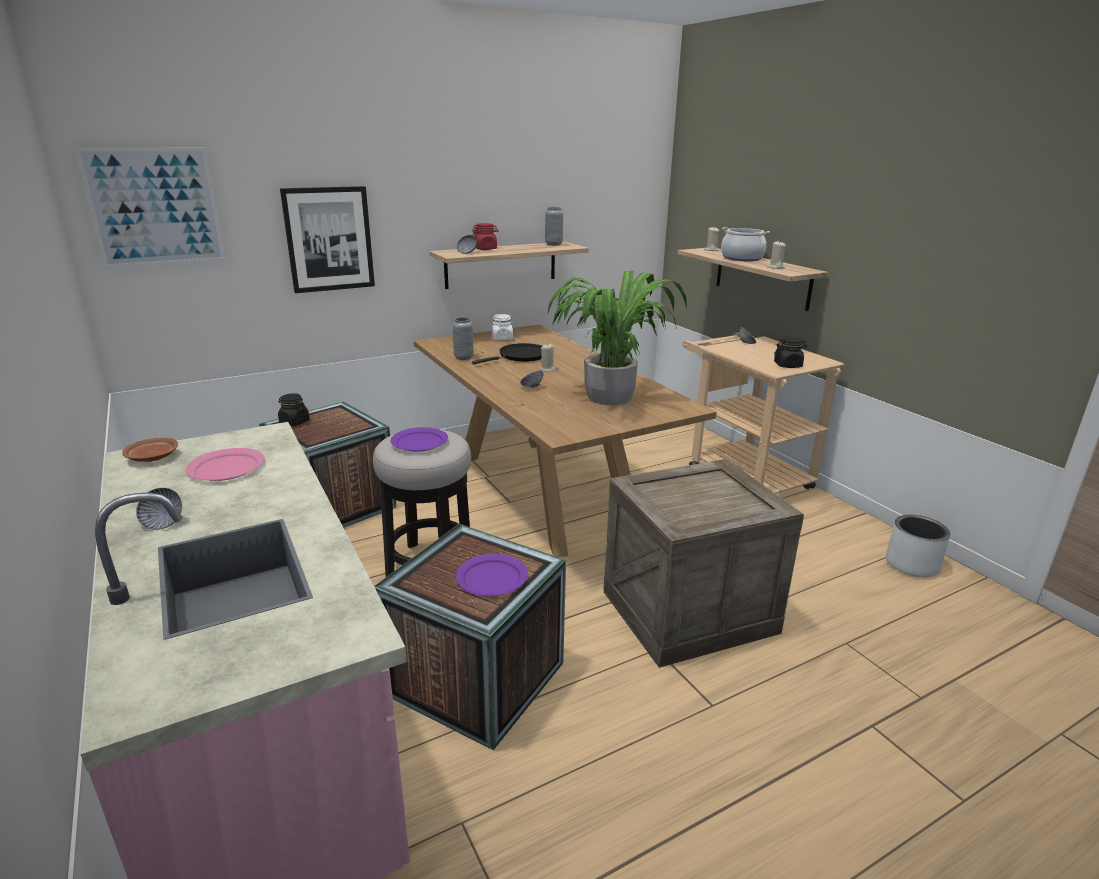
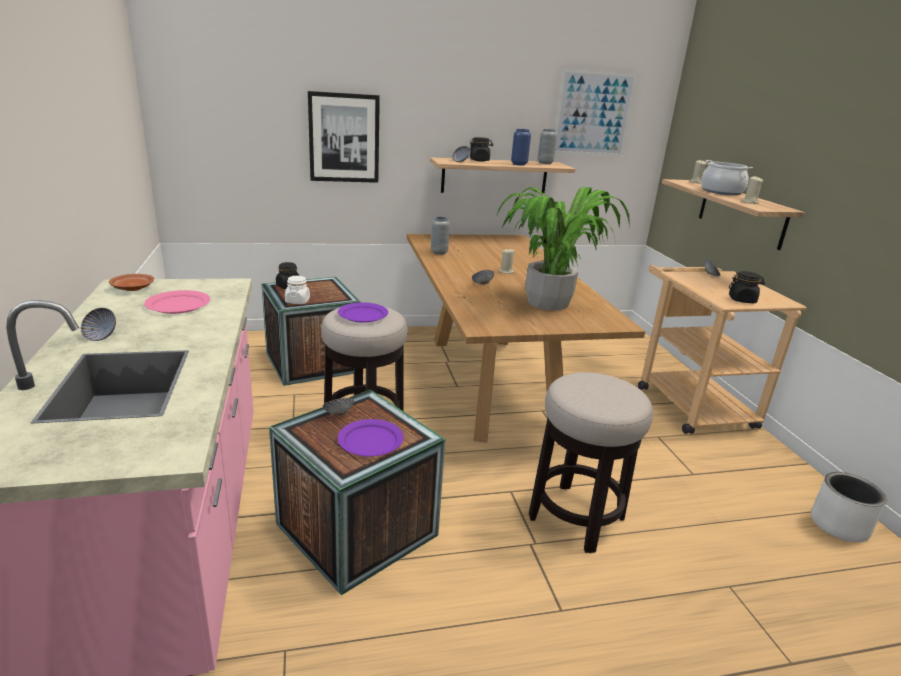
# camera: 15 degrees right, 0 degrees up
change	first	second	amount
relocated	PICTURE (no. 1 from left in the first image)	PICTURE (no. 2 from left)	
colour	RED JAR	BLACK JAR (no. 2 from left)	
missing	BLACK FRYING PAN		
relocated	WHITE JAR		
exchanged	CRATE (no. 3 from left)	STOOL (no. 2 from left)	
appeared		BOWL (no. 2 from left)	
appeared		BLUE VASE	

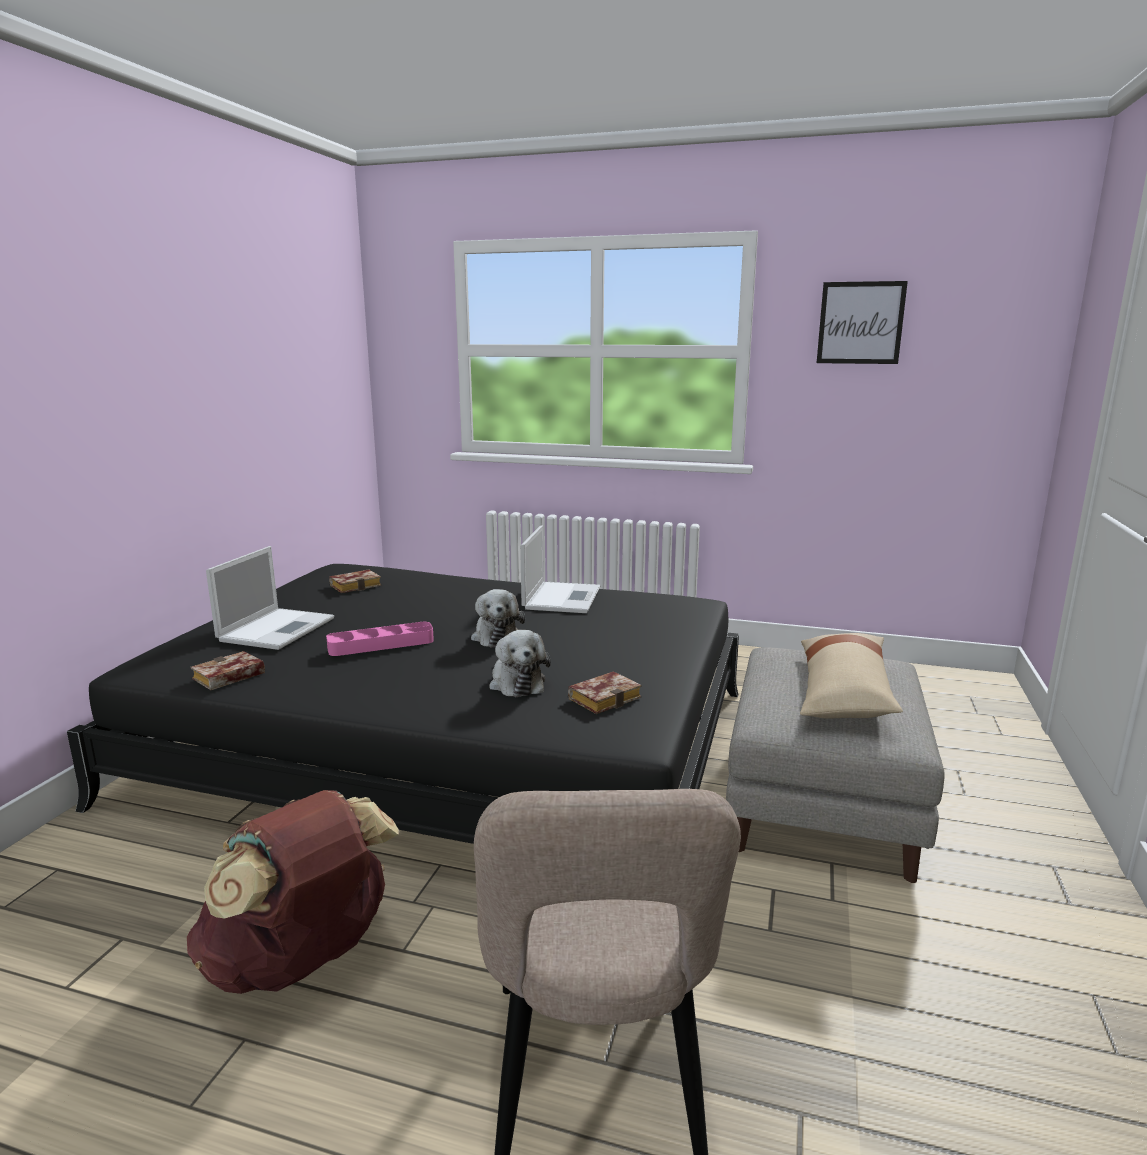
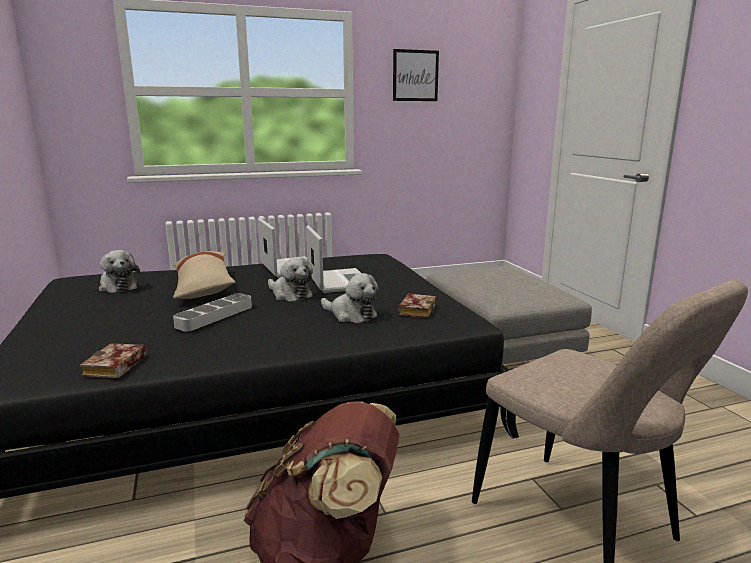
# camera: 35 degrees left, 0 degrees up
change	first	second	amount
relocated	LAPTOP (no. 1 from left in the first image)	LAPTOP (no. 2 from left)	
colour	PINK TRAY	GREY TRAY	
exchanged	BOOK (no. 2 from left)	PLUSH TOY (no. 1 from left)	
relocated	BEIGE PILLOW		

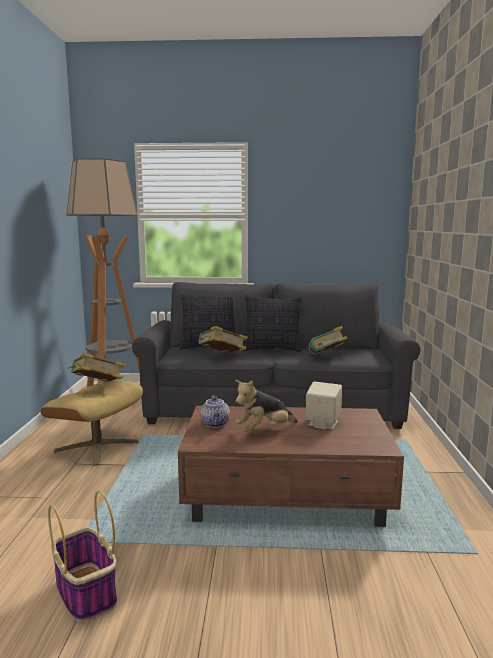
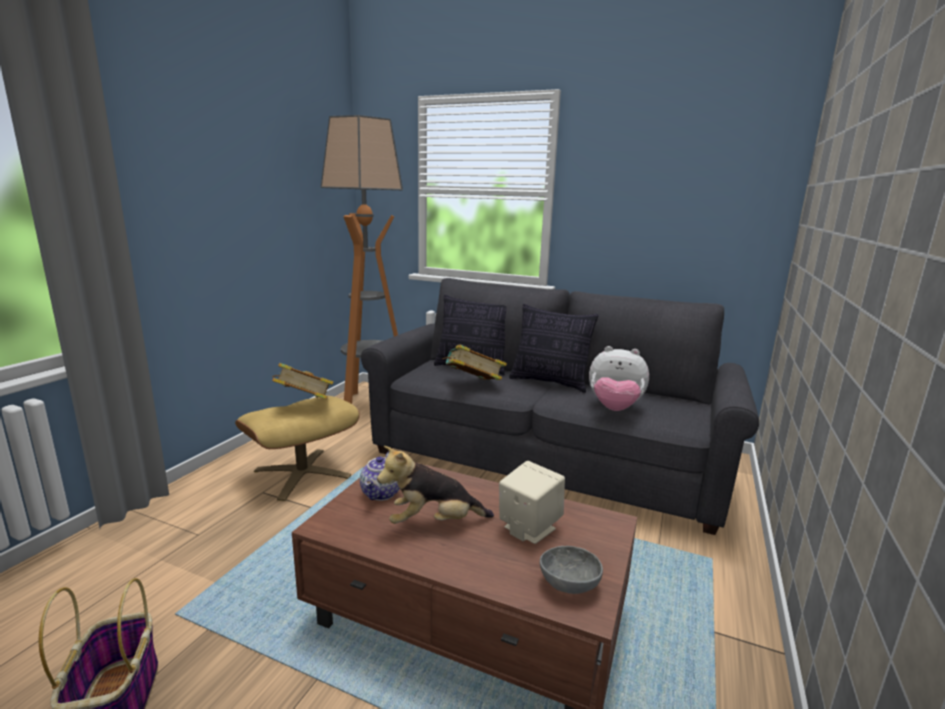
# camera: 20 degrees right, 5 degrees up
change	first	second	amount
exchanged	BOOK (no. 3 from left)	PLUSH TOY (no. 2 from left)	
appeared		GREY BOWL	

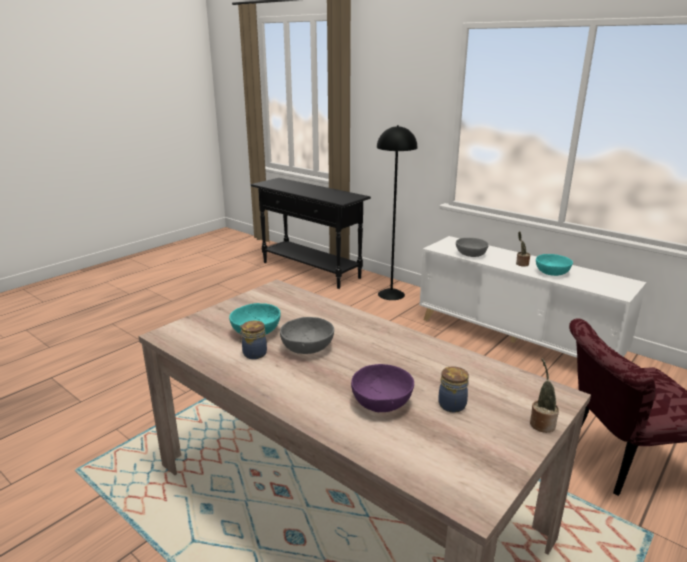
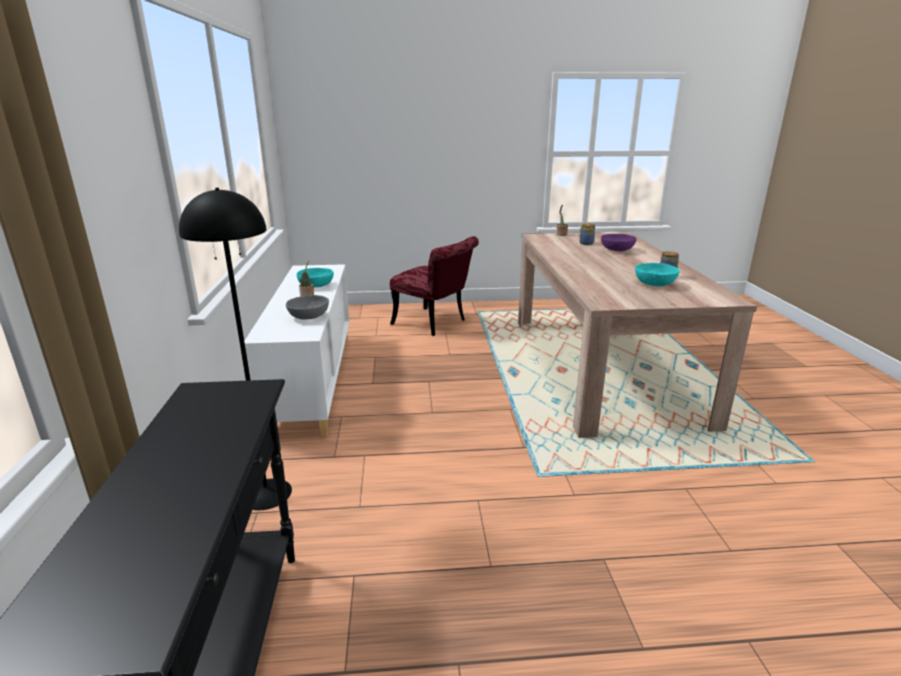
# camera: 135 degrees left, 0 degrees up
change	first	second	amount
missing	GREY BOWL (no. 1 from left)		

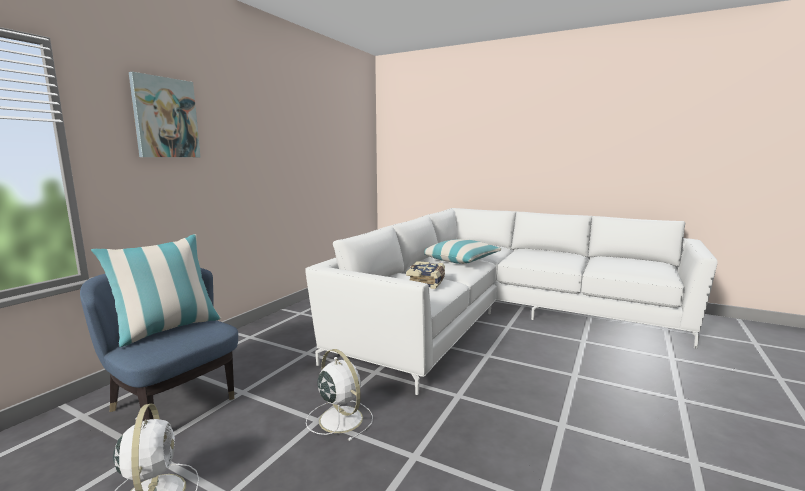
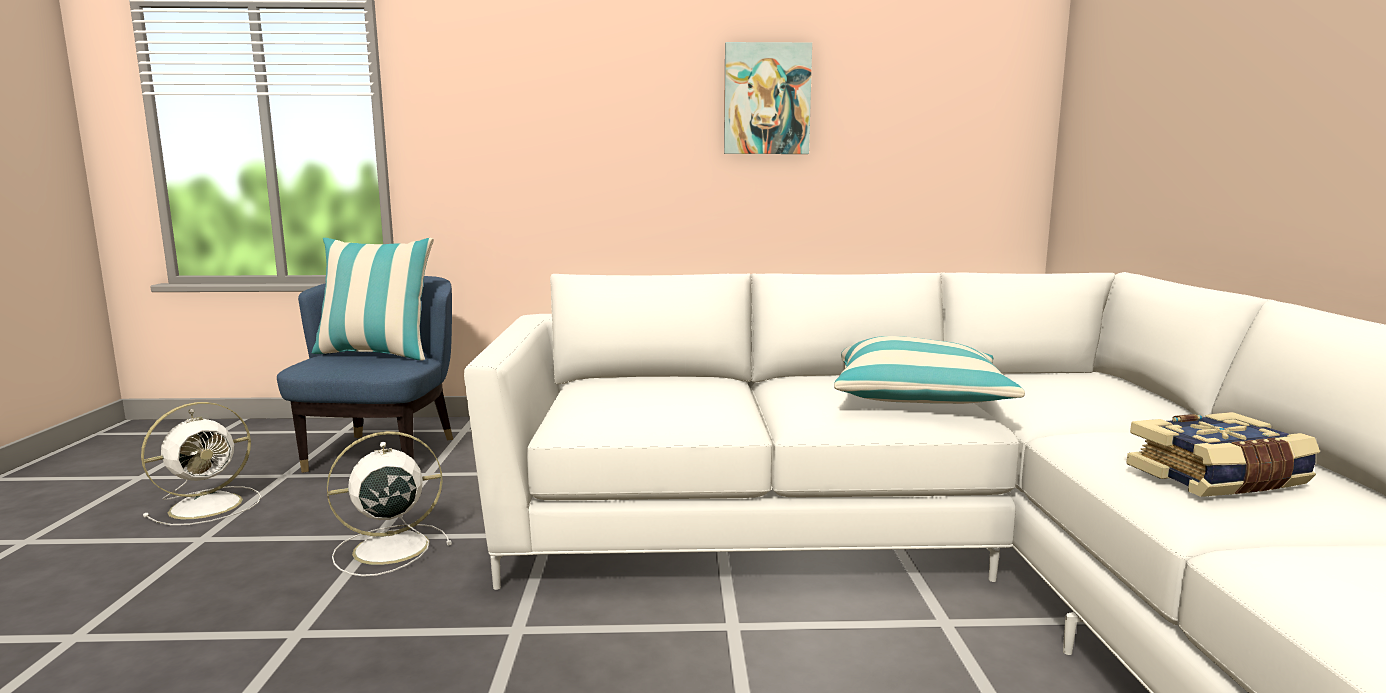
# camera: 60 degrees right, 0 degrees up
change	first	second	amount
relocated	PICTURE		
spun	WHITE FAN (no. 2 from left)		135 degrees counterclockwise
relocated	BOOK		

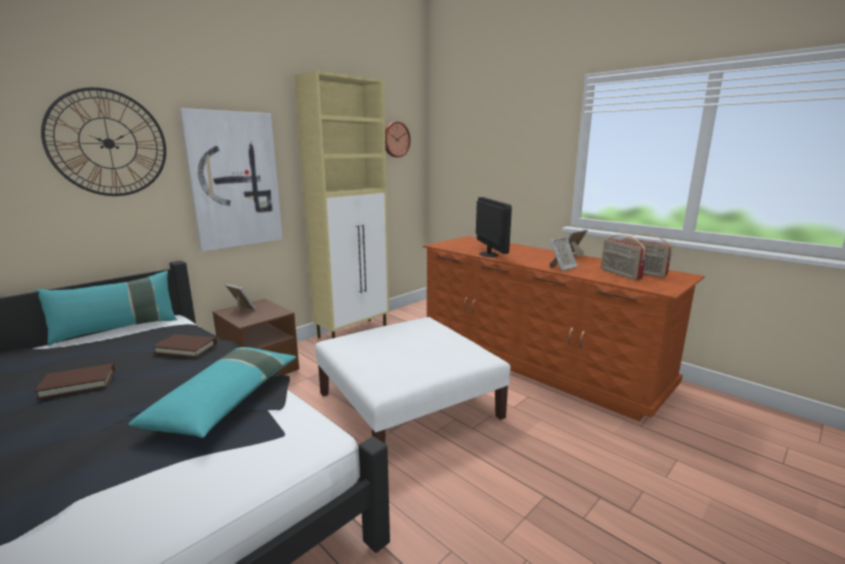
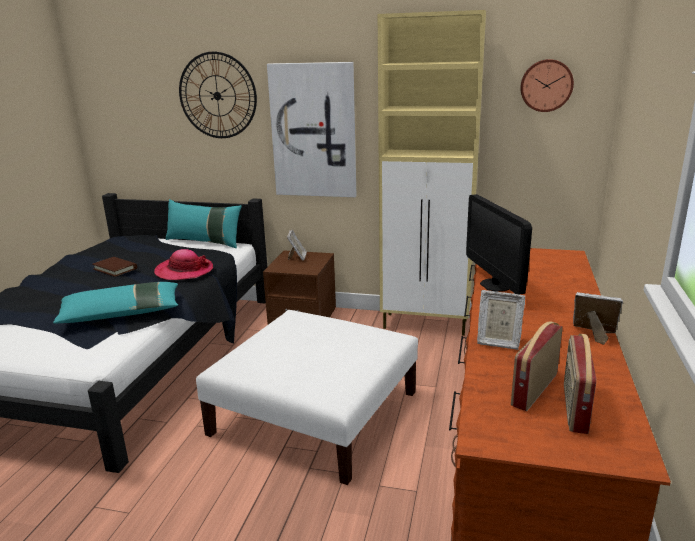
# camera: 60 degrees right, 5 degrees up
change	first	second	amount
exchanged	BROWN BOOK (no. 2 from left)	HAT	
spun	MONITOR		120 degrees clockwise

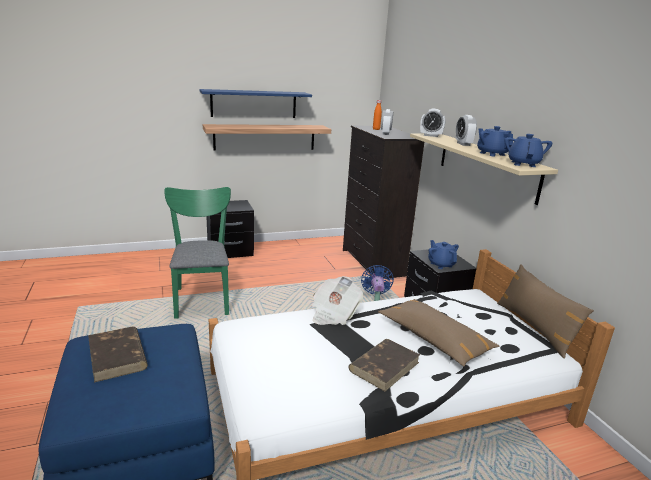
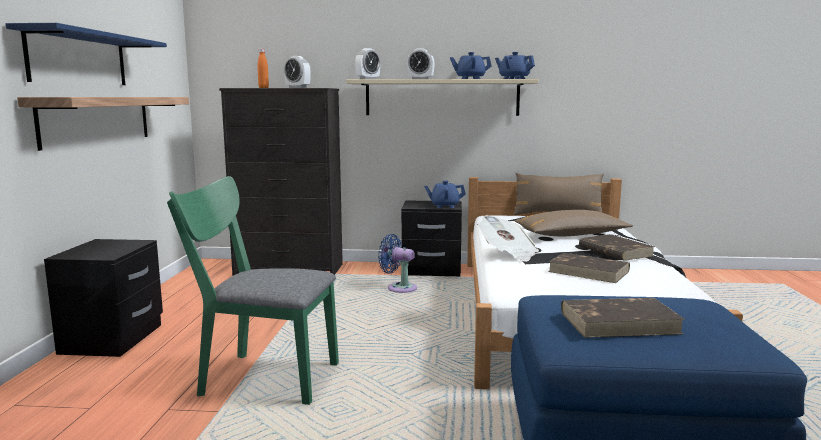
# camera: 65 degrees left, 10 degrees down
change	first	second	amount
appeared		BROWN BOOK (no. 1 from left)	

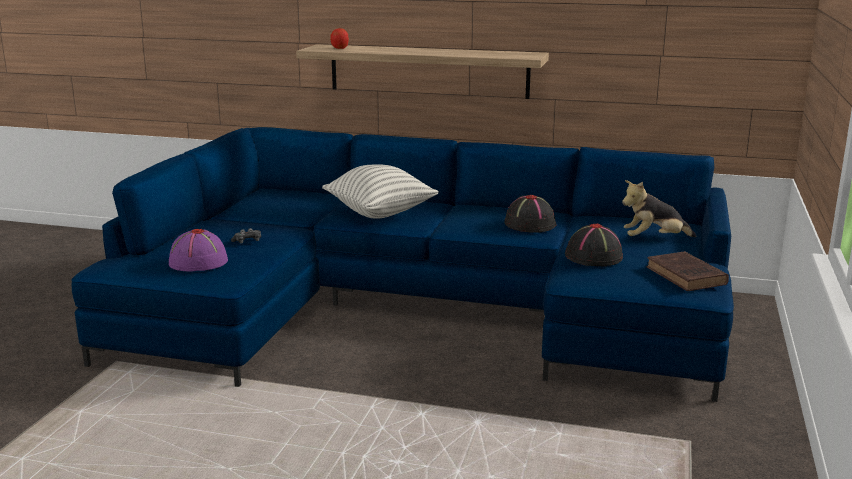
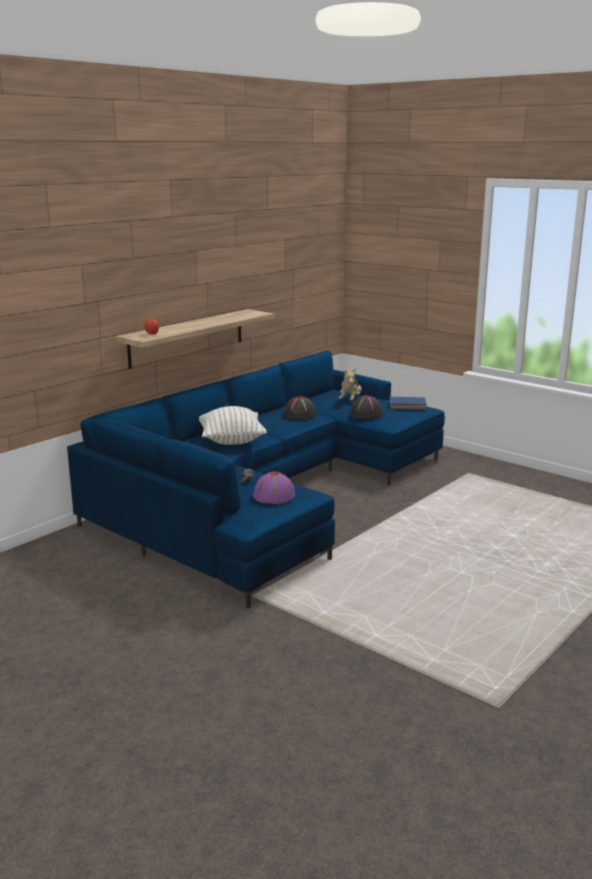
# camera: 65 degrees left, 0 degrees up
change	first	second	amount
colour	BROWN BOOK	BLUE BOOK	

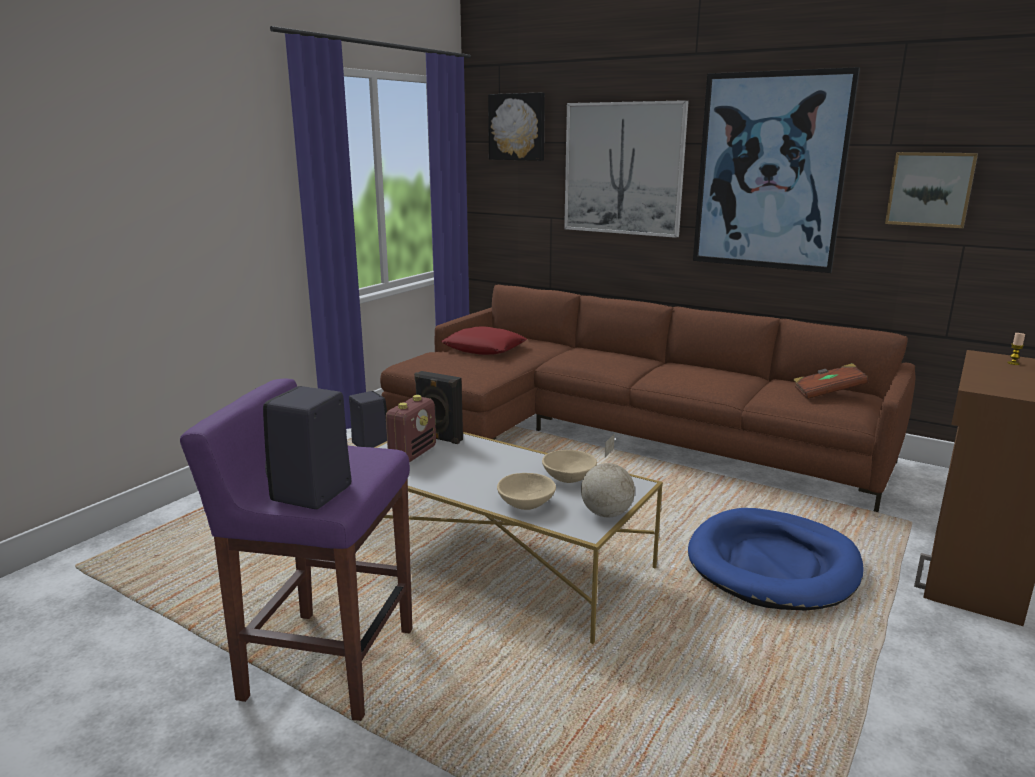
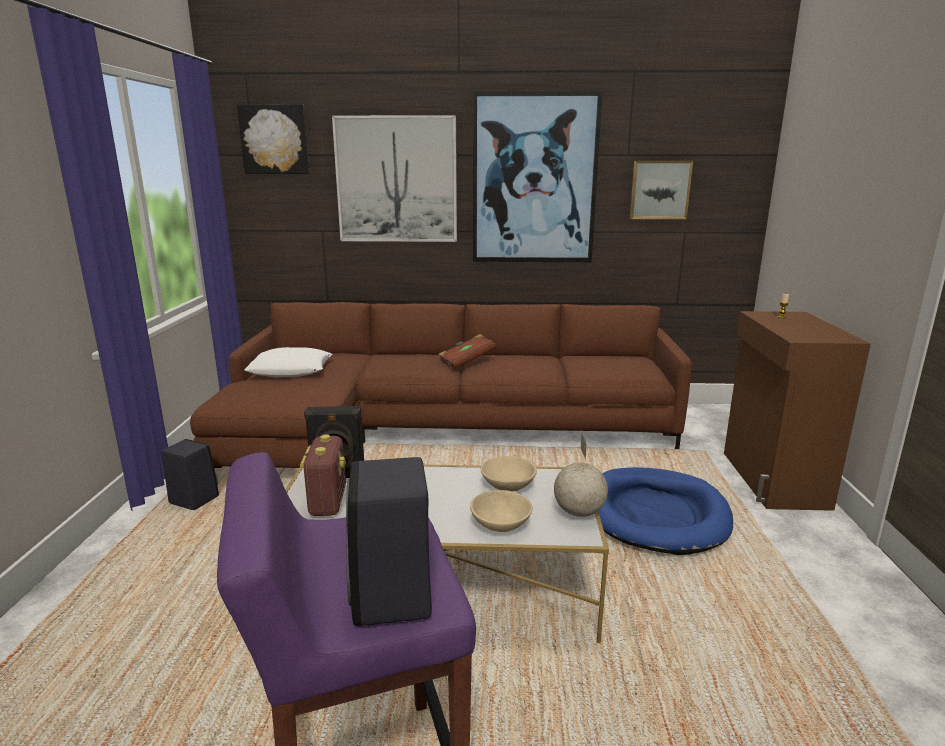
# camera: 30 degrees left, 0 degrees up
change	first	second	amount
colour	RED PILLOW	WHITE PILLOW	
relocated	BROWN BOOK		

